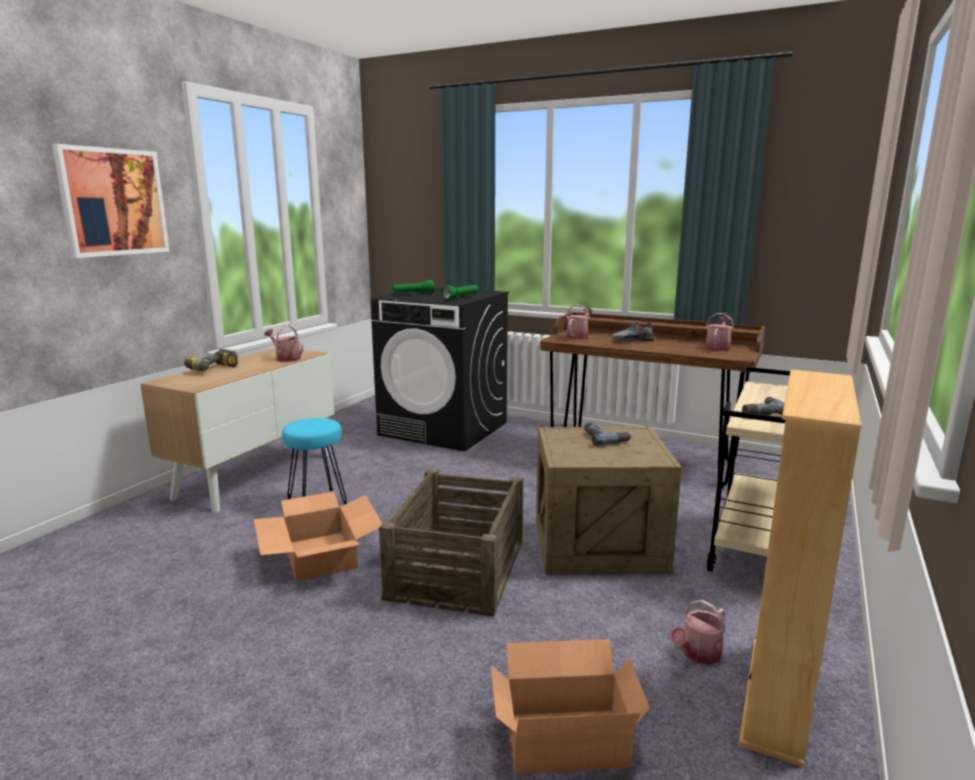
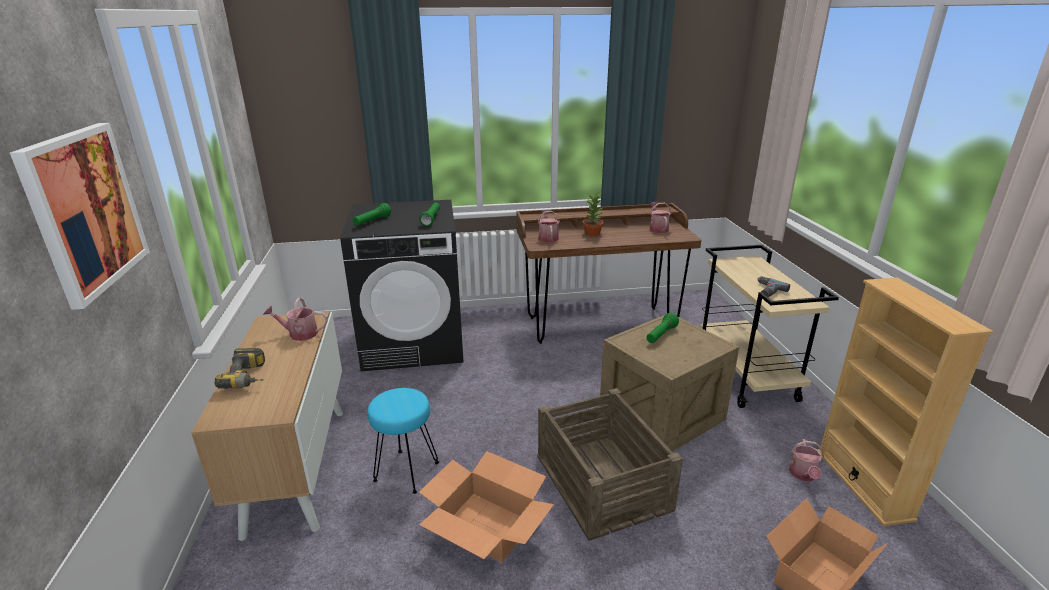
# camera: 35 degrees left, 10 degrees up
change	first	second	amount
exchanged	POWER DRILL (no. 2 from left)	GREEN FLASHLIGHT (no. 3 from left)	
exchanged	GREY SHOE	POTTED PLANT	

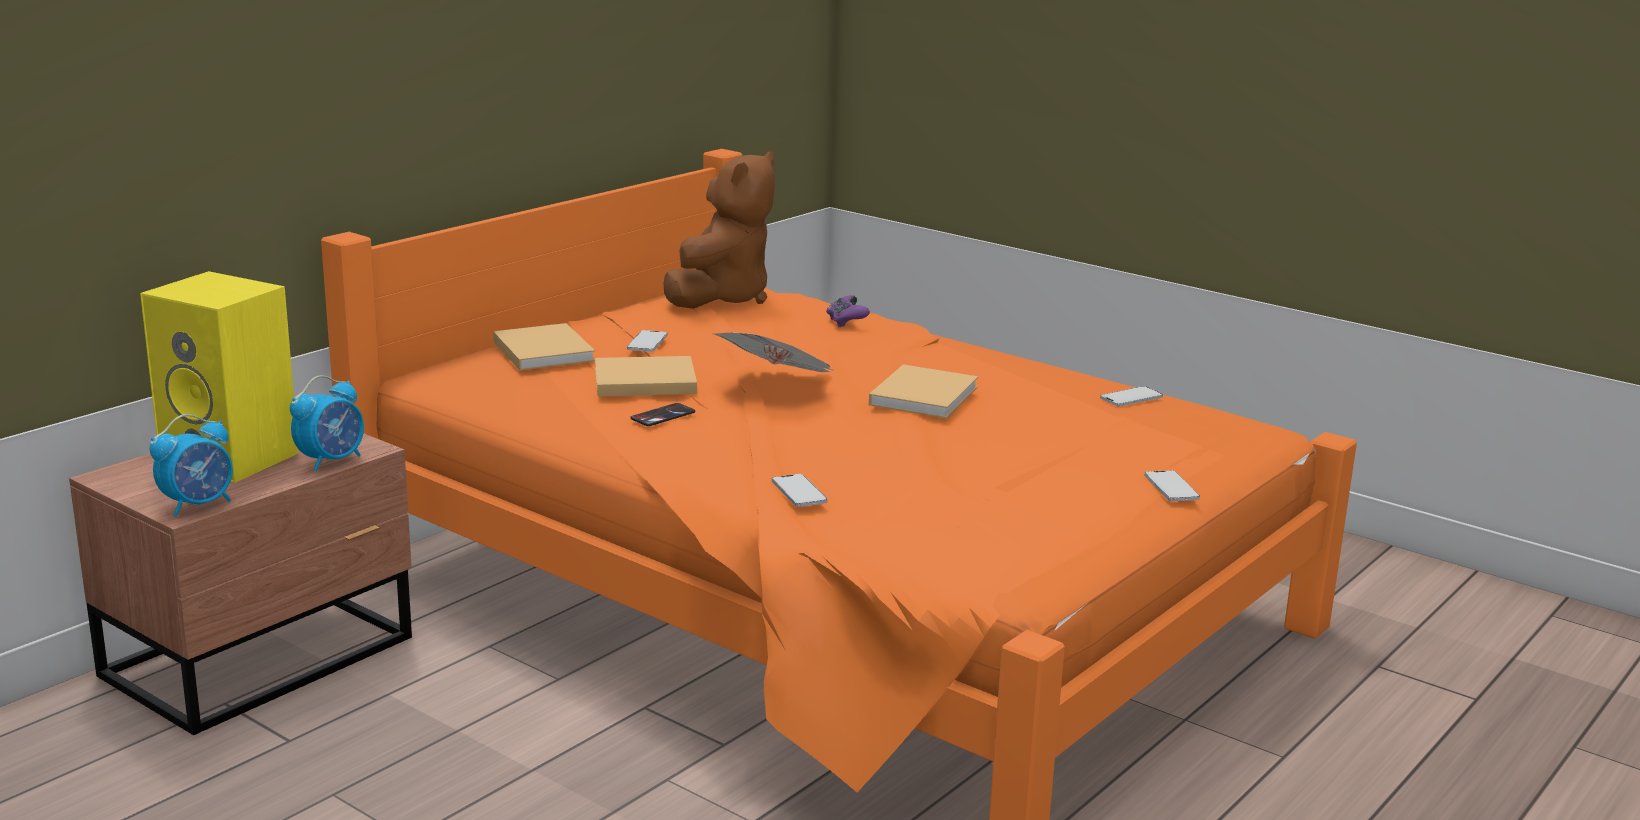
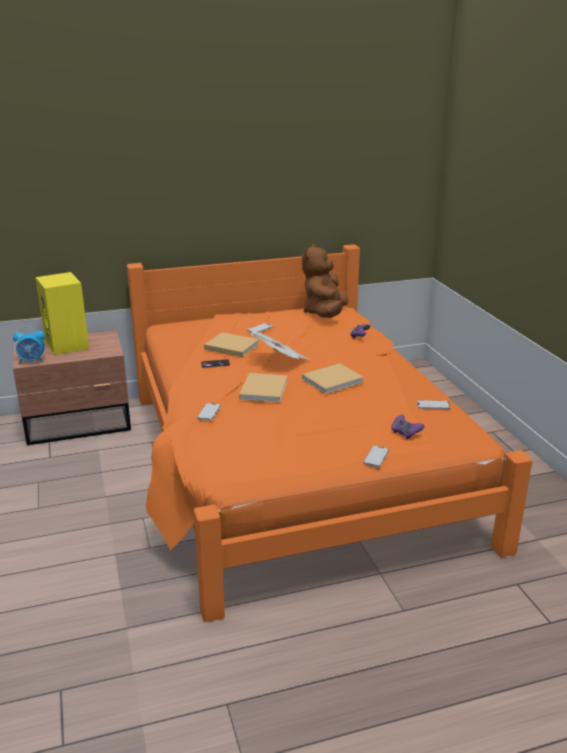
# camera: 35 degrees right, 5 degrees up
change	first	second	amount
missing	ALARM CLOCK (no. 2 from left)		
relocated	BEIGE BOOK (no. 1 from left in the first image)	BEIGE BOOK (no. 2 from left)	
spun	BROWN PLUSH TOY		135 degrees clockwise
appeared		PURPLE GAME CONTROLLER (no. 2 from left)	

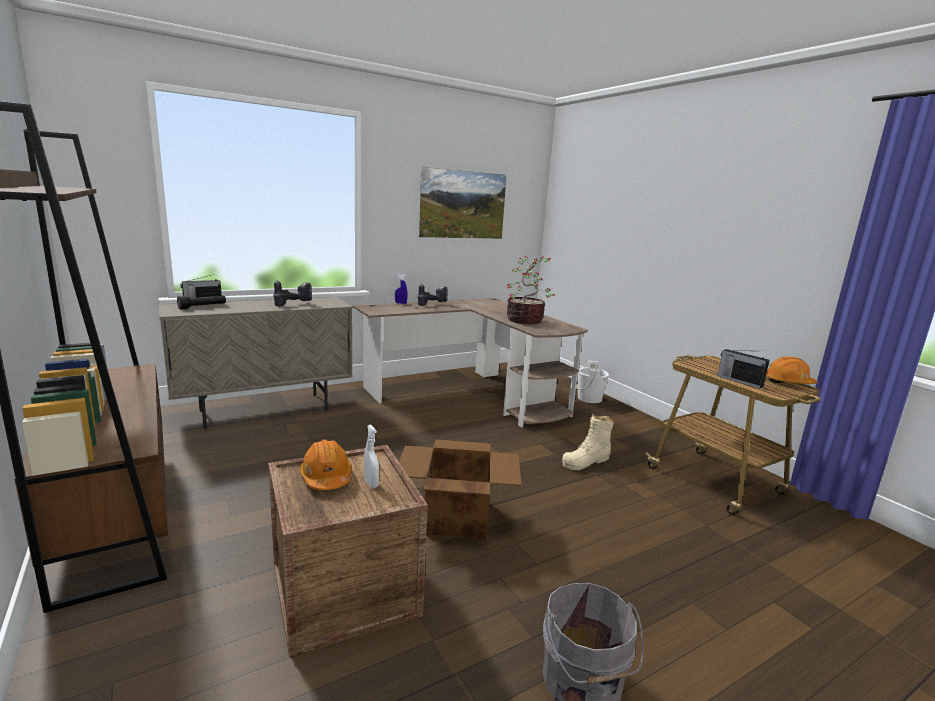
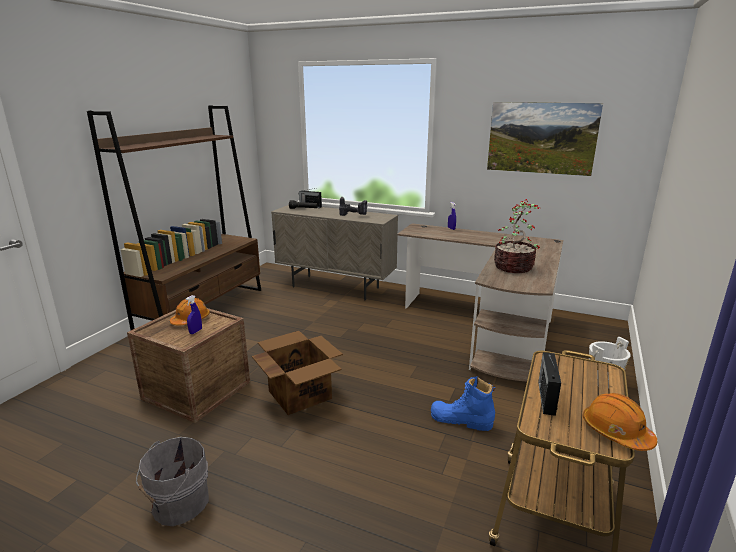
# camera: 55 degrees right, 5 degrees up
change	first	second	amount
colour	WHITE SPRAY BOTTLE	BLUE SPRAY BOTTLE (no. 1 from left)	
missing	POWER DRILL (no. 2 from left)		
colour	BEIGE BOOT	BLUE BOOT	

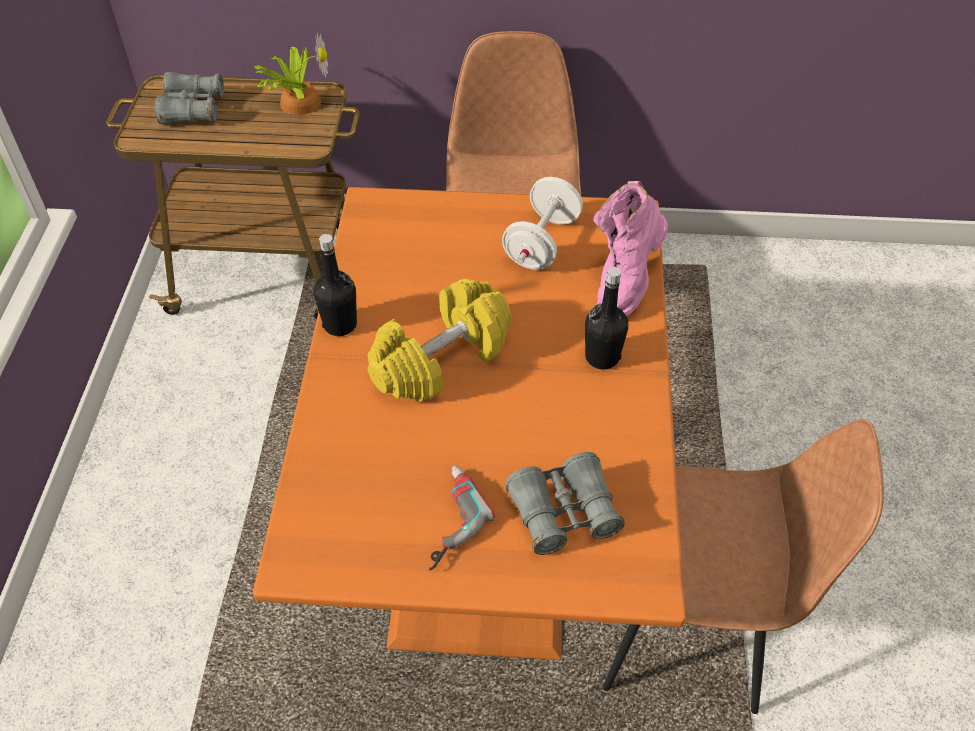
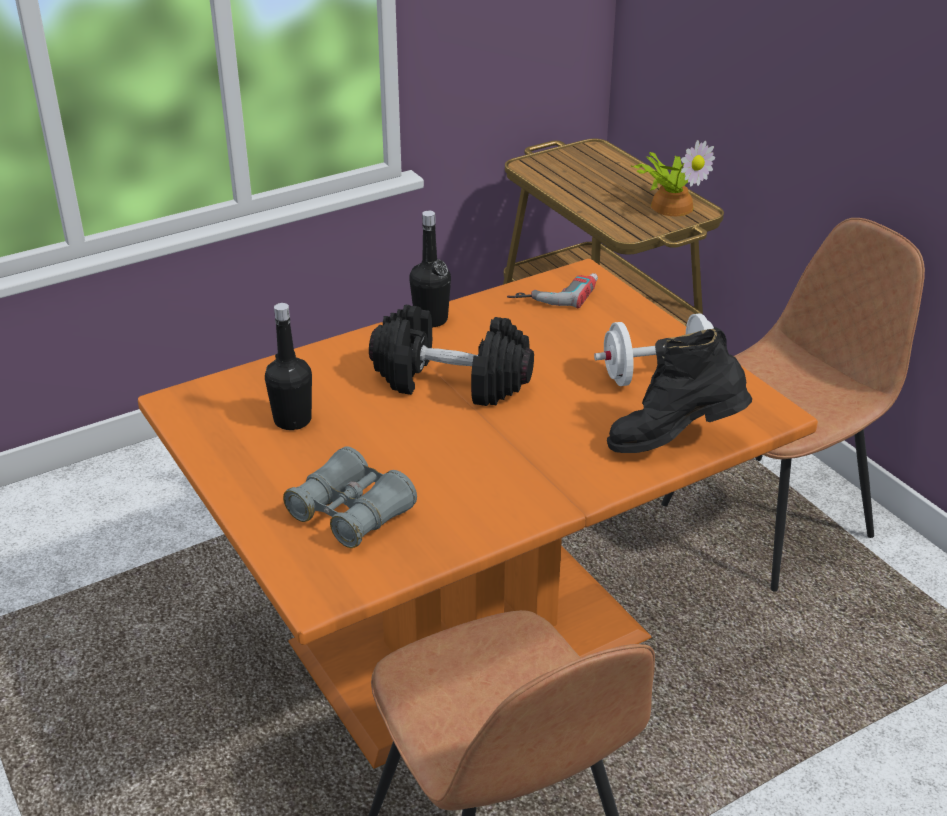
# camera: 55 degrees right, 15 degrees down
change	first	second	amount
missing	GREY BINOCULARS (no. 1 from left)		
colour	YELLOW DUMBBELL	BLACK DUMBBELL	
relocated	POWER DRILL		
relocated	BLACK BOTTLE (no. 2 from left in the first image)	BLACK BOTTLE (no. 1 from left)	
colour	PINK BOOT	BLACK BOOT	

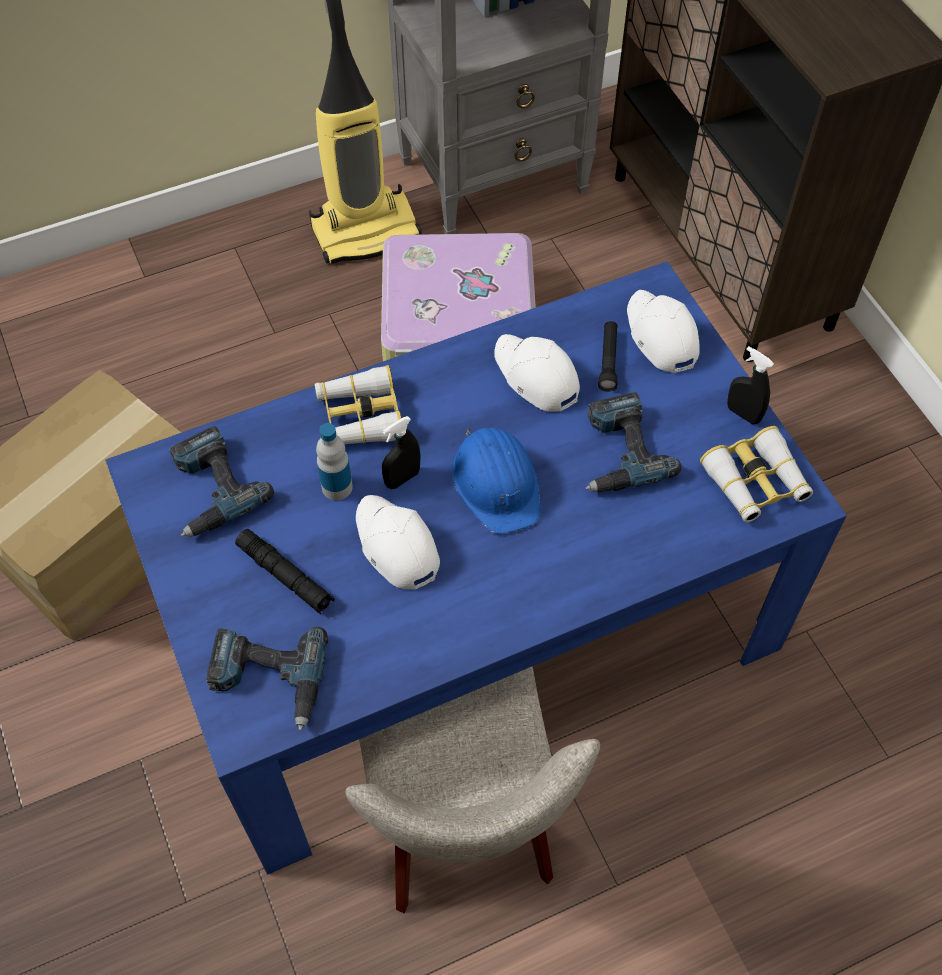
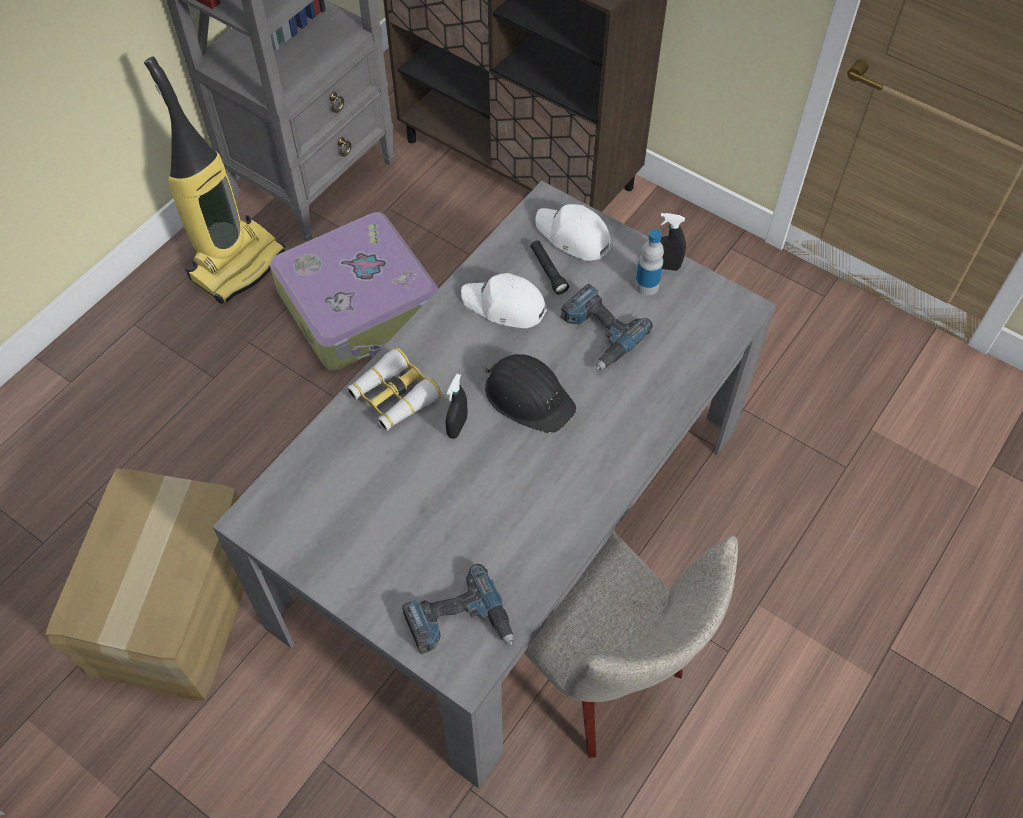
# camera: 30 degrees left, 0 degrees up
change	first	second	amount
colour	BLUE DINING TABLE	GREY DINING TABLE	
missing	POWER DRILL (no. 1 from left)		
missing	BLACK FLASHLIGHT (no. 1 from left)		
relocated	BOTTLE		
missing	WHITE CAP (no. 1 from left)		
colour	BLUE HARD HAT	BLACK HARD HAT	
missing	BINOCULARS (no. 2 from left)		

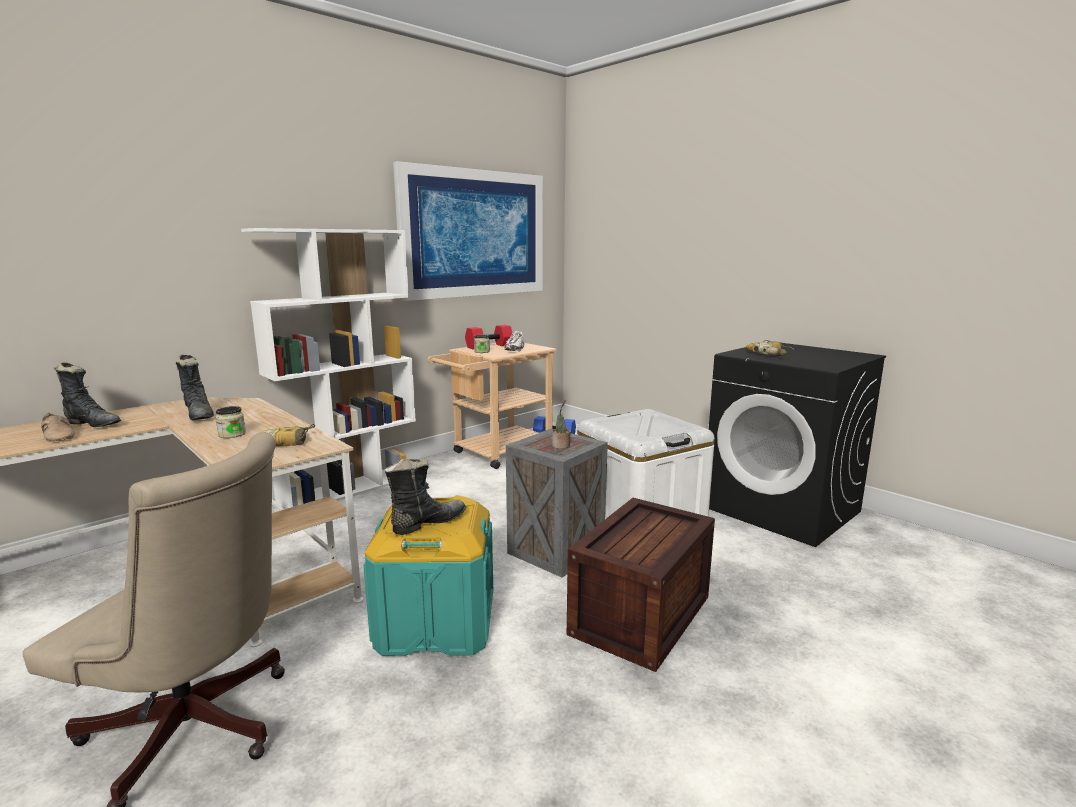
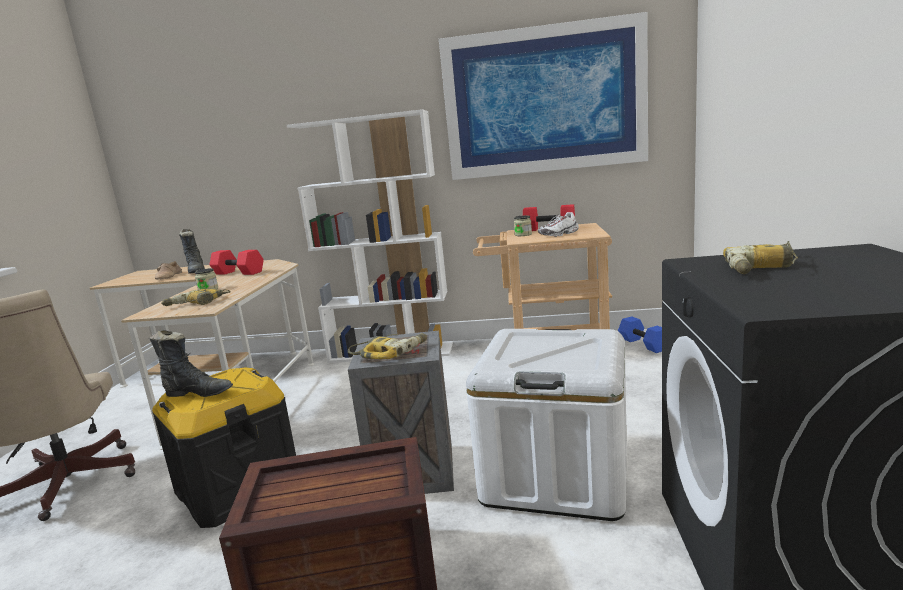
# camera: 50 degrees right, 0 degrees up
change	first	second	amount
exchanged	BLACK BOOT (no. 2 from left)	RED DUMBBELL (no. 1 from left)	
colour	TURQUOISE STORAGE BOX	BLACK STORAGE BOX	
exchanged	POTTED PLANT	POWER DRILL (no. 2 from left)	

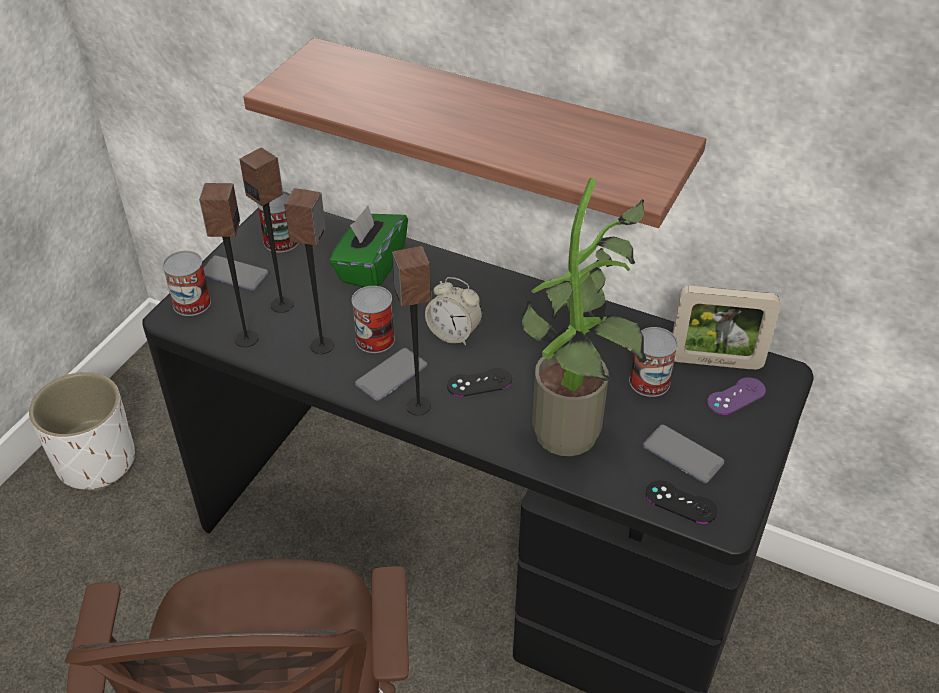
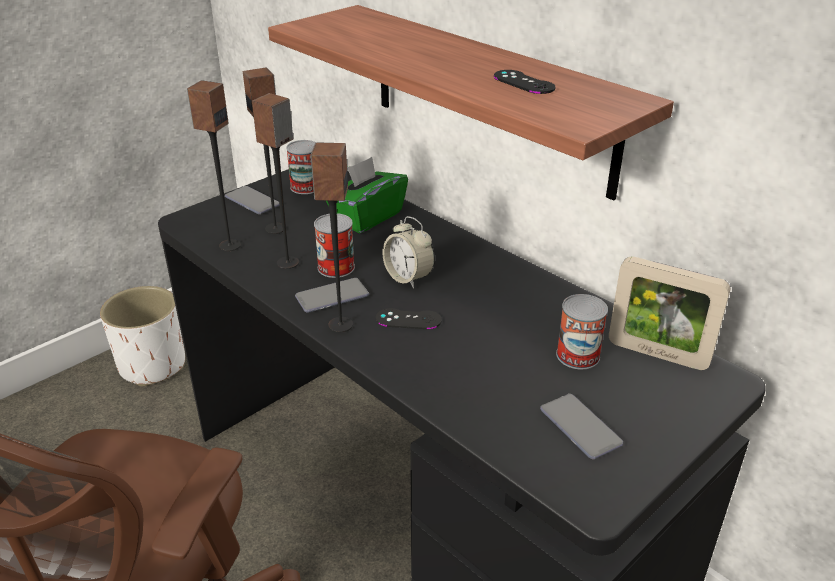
# camera: 20 degrees right, 10 degrees down
change	first	second	amount
missing	CAN (no. 1 from left)		
missing	POTTED PLANT		
relocated	BLACK GAME CONTROLLER (no. 2 from left)		
missing	PURPLE GAME CONTROLLER		

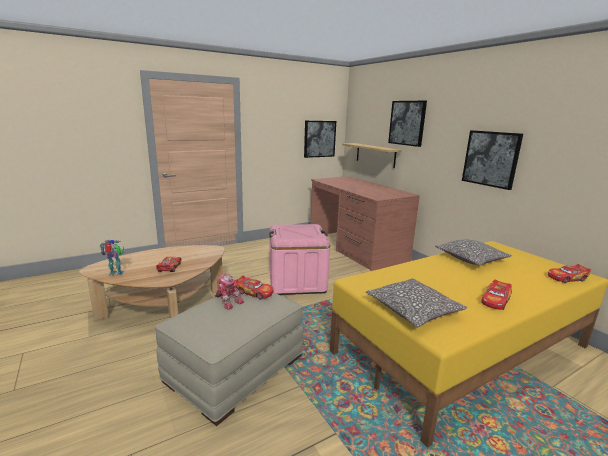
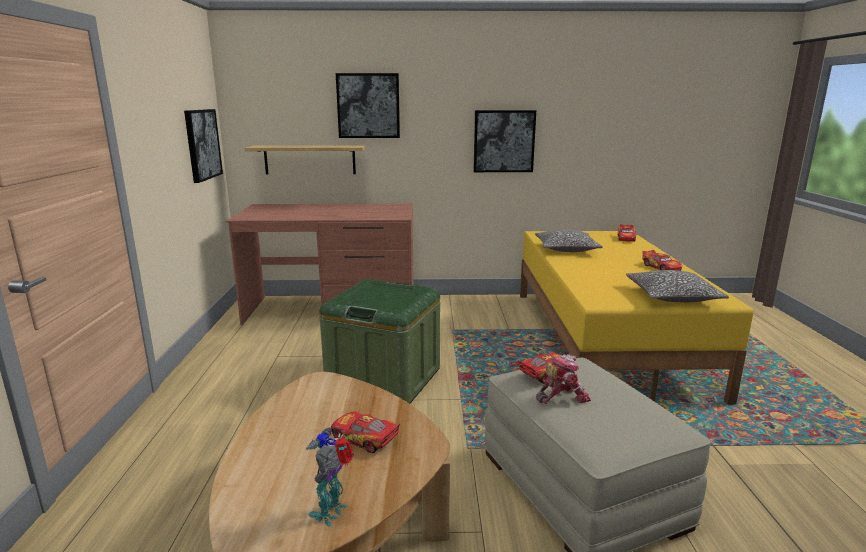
# camera: 60 degrees left, 0 degrees up
change	first	second	amount
colour	PINK STORAGE BOX	GREEN STORAGE BOX	

